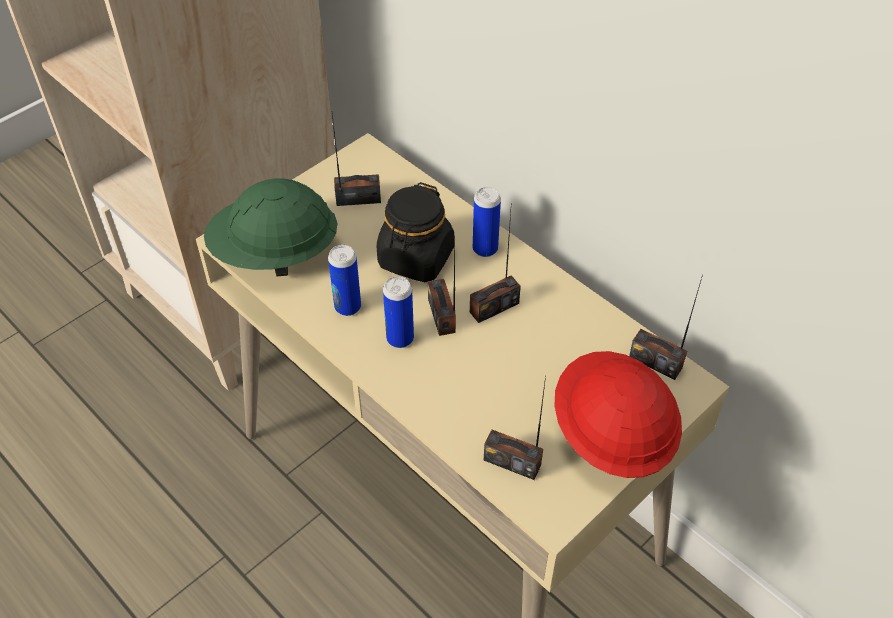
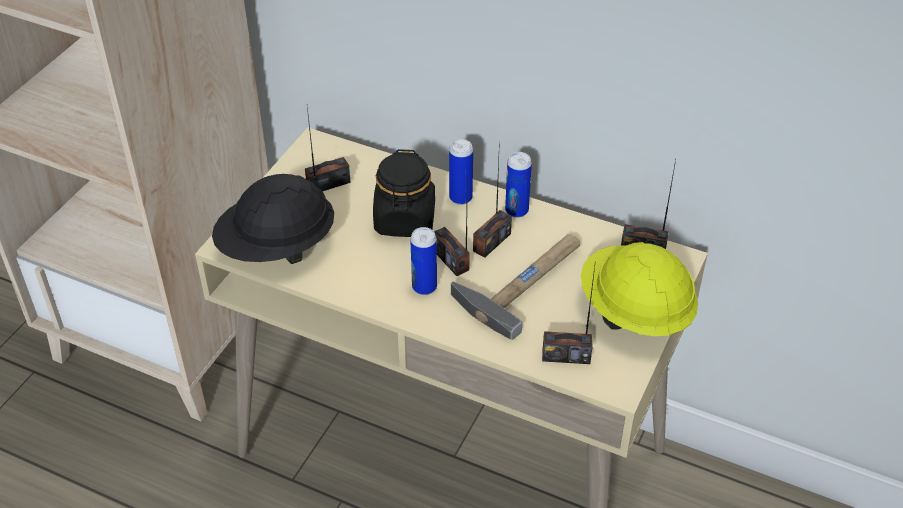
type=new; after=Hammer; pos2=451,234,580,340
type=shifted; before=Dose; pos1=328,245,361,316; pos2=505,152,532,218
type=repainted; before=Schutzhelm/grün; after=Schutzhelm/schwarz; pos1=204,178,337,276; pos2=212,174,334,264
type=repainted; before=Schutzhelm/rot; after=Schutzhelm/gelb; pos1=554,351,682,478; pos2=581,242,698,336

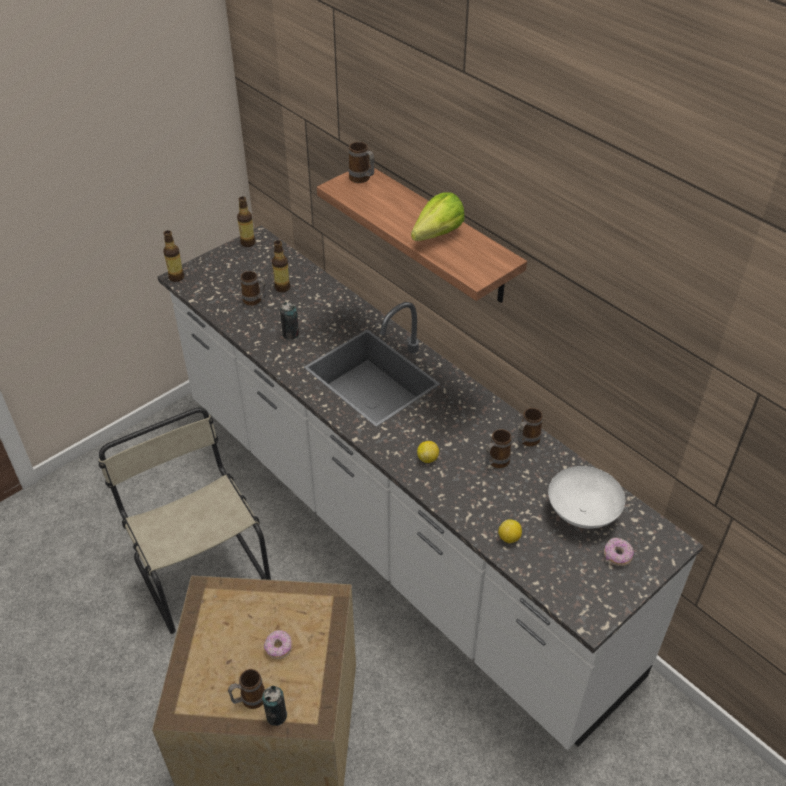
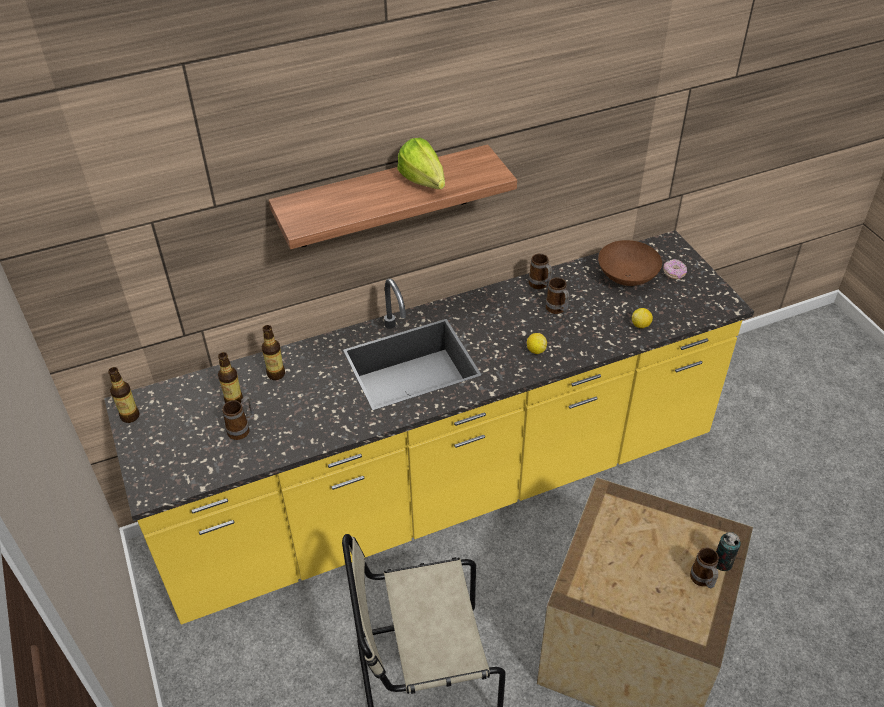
type=gone; before=Donut; pos1=264,630,293,659
type=gone; before=Dose; pos1=280,302,299,340
type=gone; before=Henkelbecher; pos1=348,142,374,183
type=shifted; before=Flasche; pos1=163,230,184,282; pos2=262,325,285,380
type=repainted; before=Küchenzeile/weiß; after=Küchenzeile/gelb; pos1=157,225,703,750; pos2=104,230,754,625
type=repainted; before=Schüssel/weiß; after=Schüssel/braun; pos1=548,466,625,529; pos2=598,240,662,286

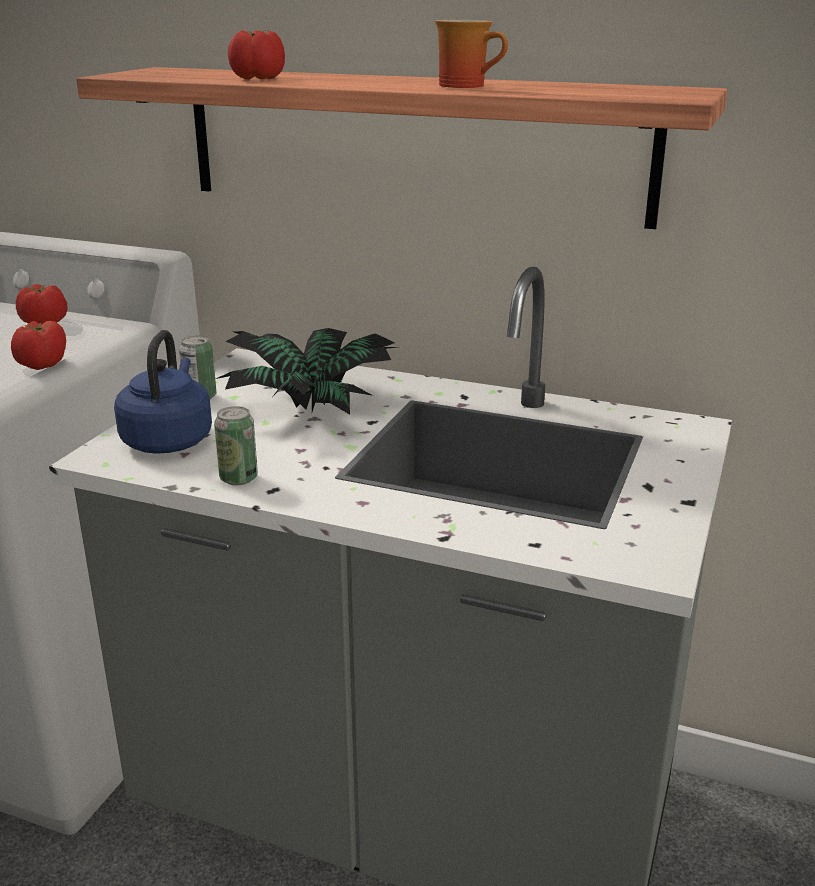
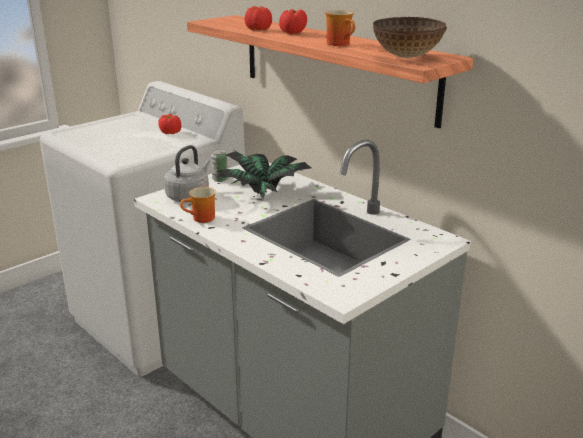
type=new; after=Schüssel; pos2=373,17,447,58
type=shifted; before=Tomate; pos1=11,321,66,370; pos2=279,9,307,34
type=swapped; before=Dose; after=Henkelbecher; pos1=214,406,258,485; pos2=180,187,216,223
type=repainted; before=Wasserkessel/blau; after=Wasserkessel/grau; pos1=114,330,212,454; pos2=164,145,210,202

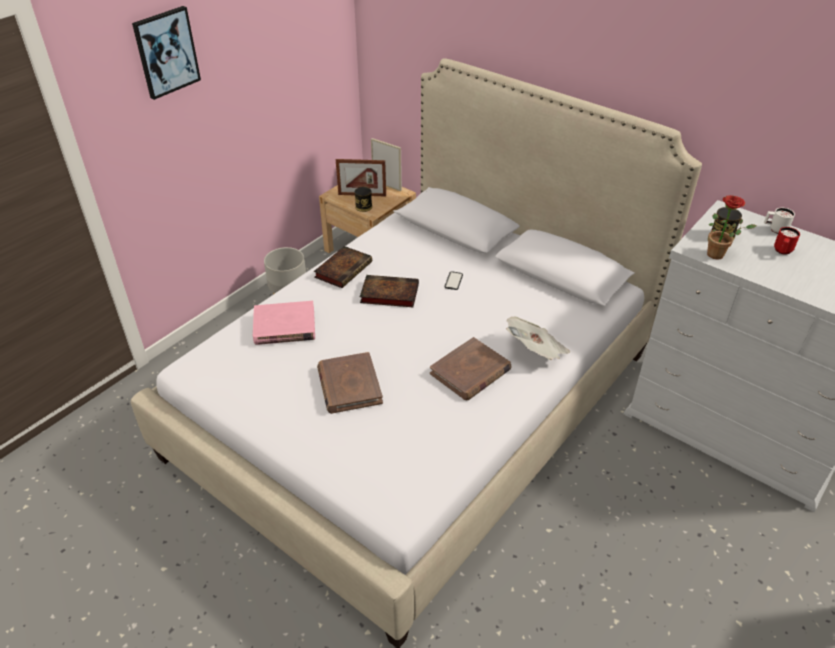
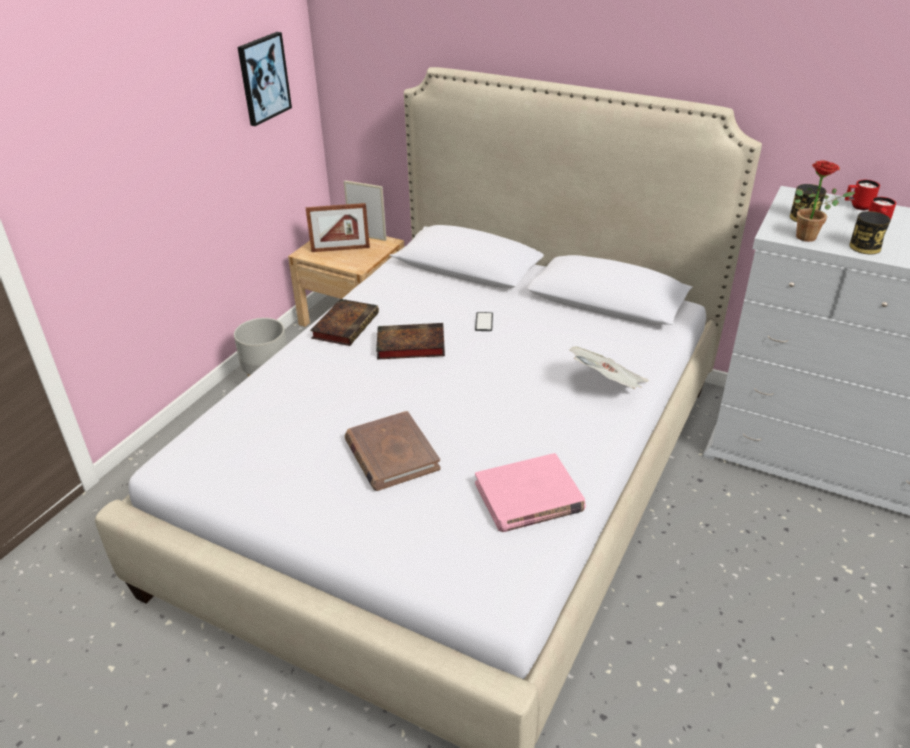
type=gone; before=Buch/braun; pos1=430,337,512,400
type=shifted; before=Bild; pos1=132,6,201,100; pos2=238,32,292,126
type=shifted; before=Buch/rosa; pos1=253,301,315,345; pos2=475,453,586,532
type=shifted; before=Dose; pos1=355,187,372,212; pos2=849,211,891,254
type=repainted; before=Henkelbecher/weiß; after=Henkelbecher/rot; pos1=764,208,795,234; pos2=845,180,880,210

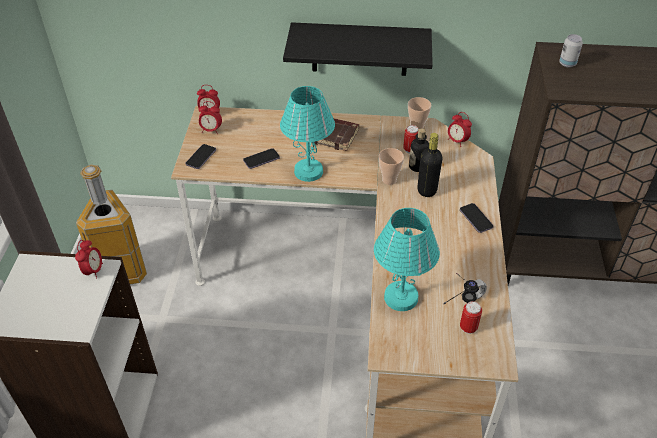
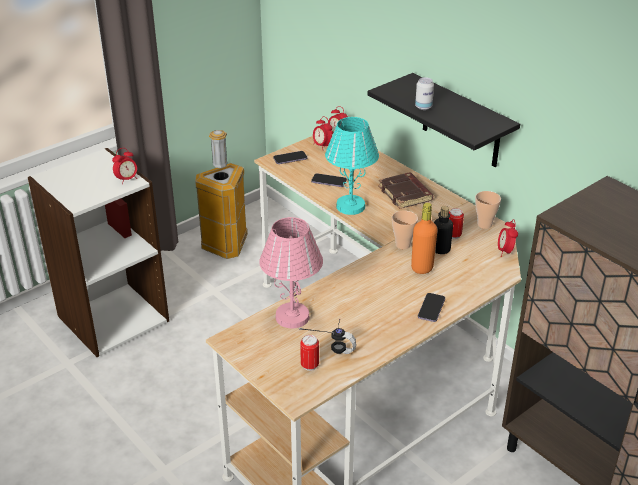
type=shifted; before=Dose; pos1=559,34,583,67; pos2=415,77,434,110
type=repainted; before=Tischlampe/türkis; after=Tischlampe/rosa; pos1=374,208,440,311; pos2=259,217,323,328
type=repainted; before=Flasche/schwarz; after=Flasche/orange; pos1=417,133,442,197; pos2=411,203,437,274

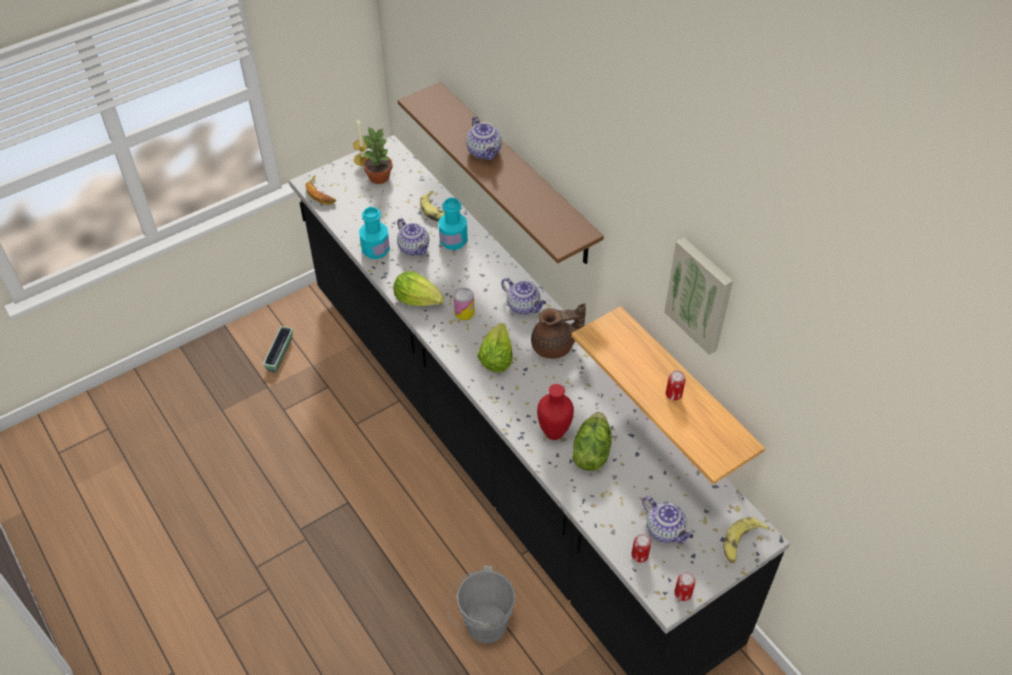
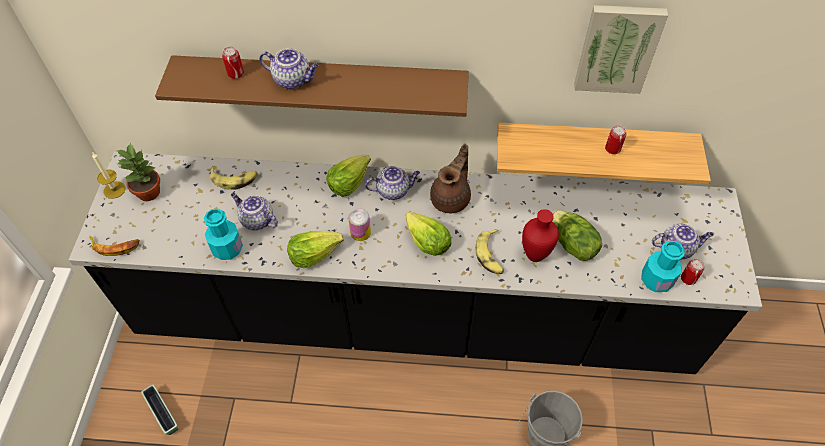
type=new; after=Salatkopf; pos2=326,155,371,197
type=shifted; before=Flasche/türkis; pos1=438,198,468,250; pos2=641,241,685,292
type=shifted; before=Dose; pos1=674,572,695,601; pos2=222,47,244,79
type=shifted; before=Banane; pos1=723,517,770,563; pos2=476,229,504,274
type=rotated; before=Teekanne; pos1=397,218,429,256; pos2=231,193,278,230; turn=-150

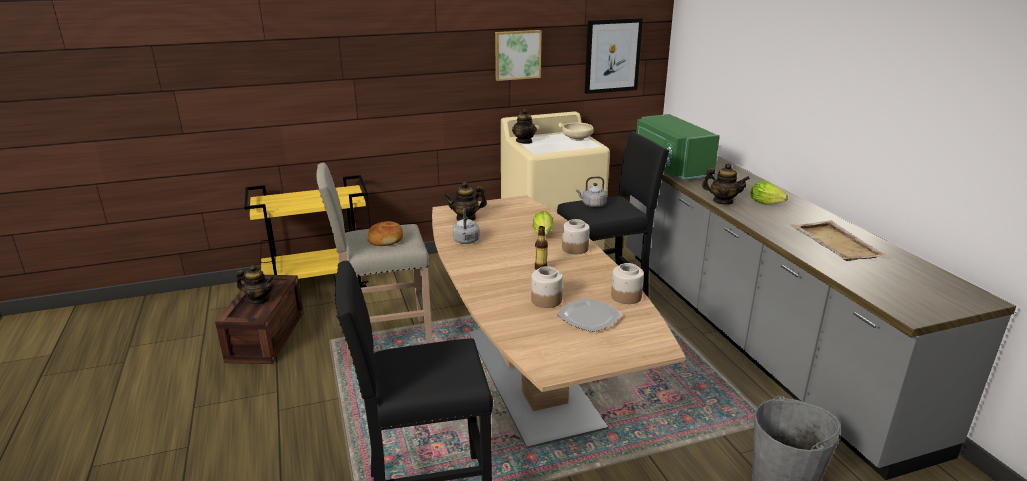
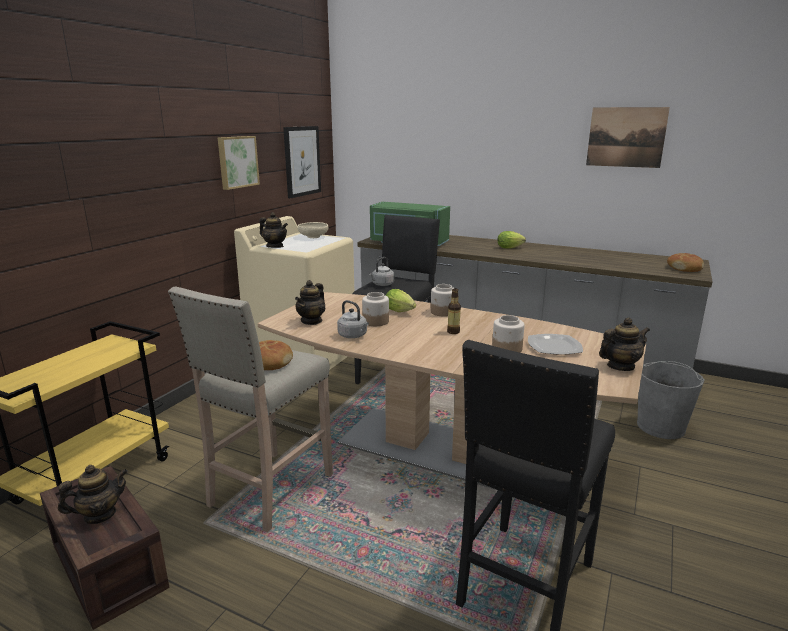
type=gone; before=Tablett/beige; pos1=791,220,889,261
type=new; after=Bild; pos2=586,107,670,168
type=new; after=Brot; pos2=667,253,704,272
type=shifted; before=Vorratsglas; pos1=611,263,644,304; pos2=362,292,389,326
type=shifted; before=Teekanne; pos1=702,163,750,205; pos2=599,317,650,371

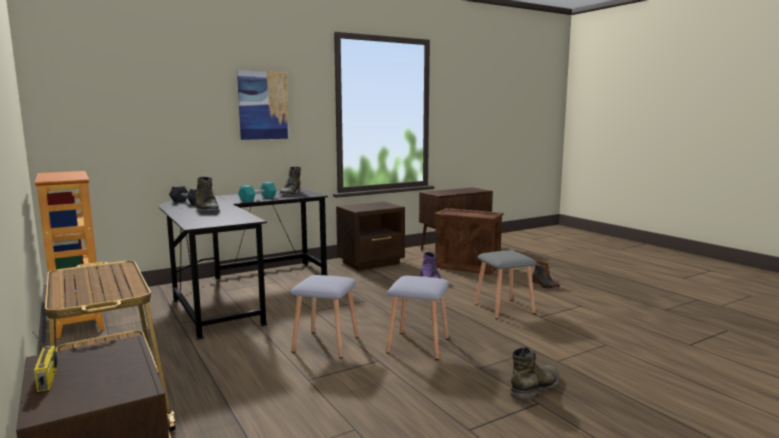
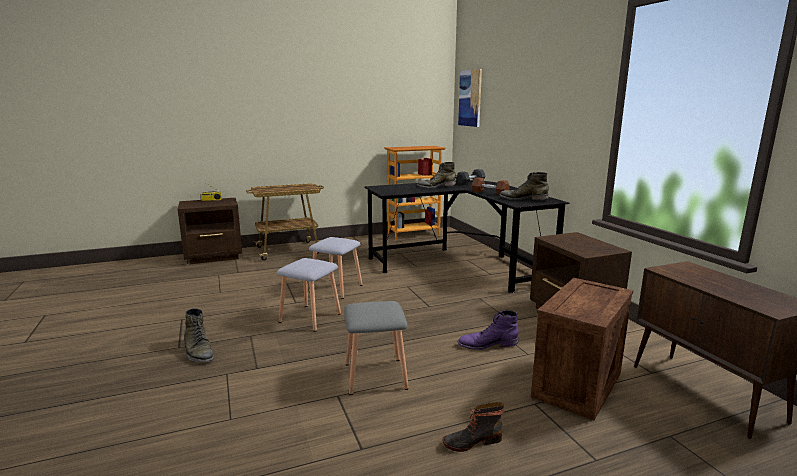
type=shifted; before=Bild; pos1=237,71,289,140; pos2=458,69,482,127
type=repainted; before=Hantel/türkis; after=Hantel/braun; pos1=238,182,277,202; pos2=472,177,510,195

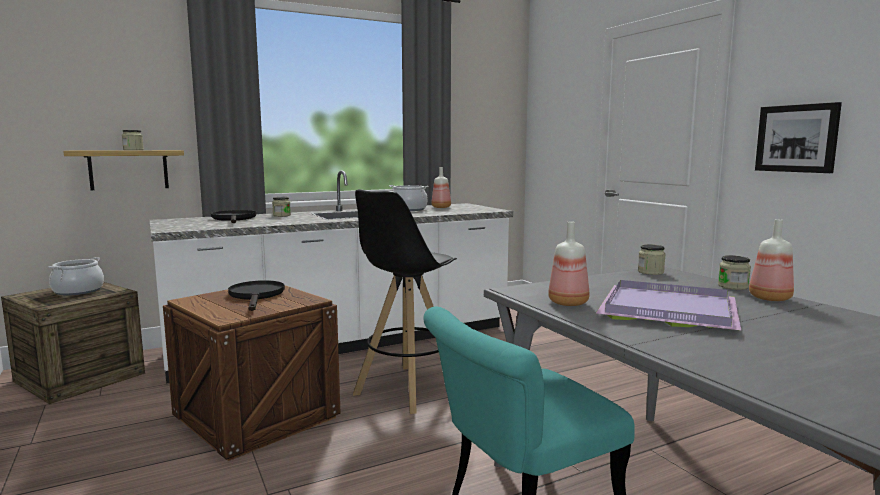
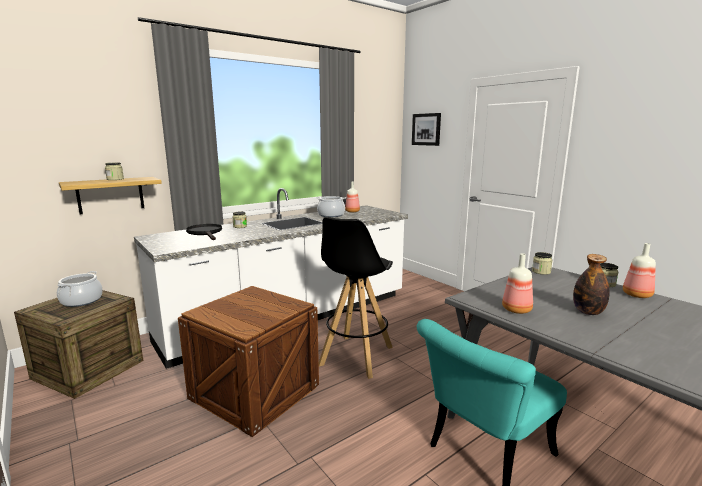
type=gone; before=Pfanne/schwarz; pos1=228,280,285,311
type=shifted; before=Bild; pos1=755,102,842,173; pos2=412,113,441,146
type=swapped; before=Tablett/lila; after=Flasche; pos1=596,280,741,330; pos2=573,254,610,315

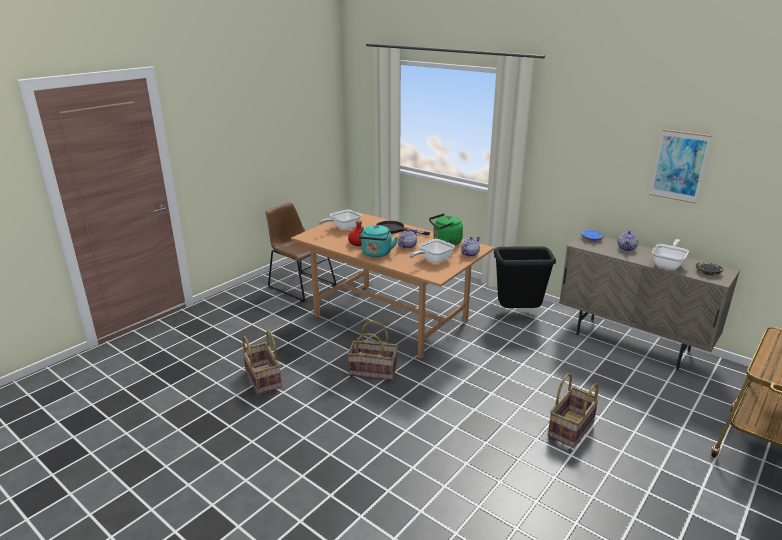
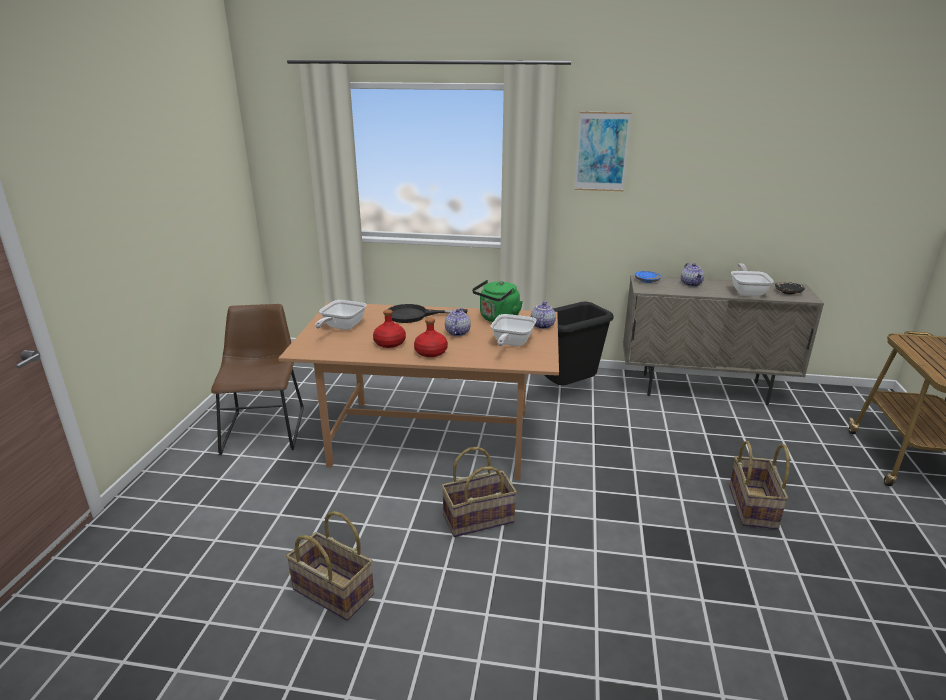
type=shifted; before=Bild; pos1=650,129,712,203; pos2=574,112,631,191
type=swapped; before=Wasserkessel/türkis; after=Flasche/rot; pos1=358,225,398,257; pos2=414,318,448,357
type=rotated; before=Stuhl/braun; pos1=265,202,336,302; pos2=211,304,304,455; turn=75

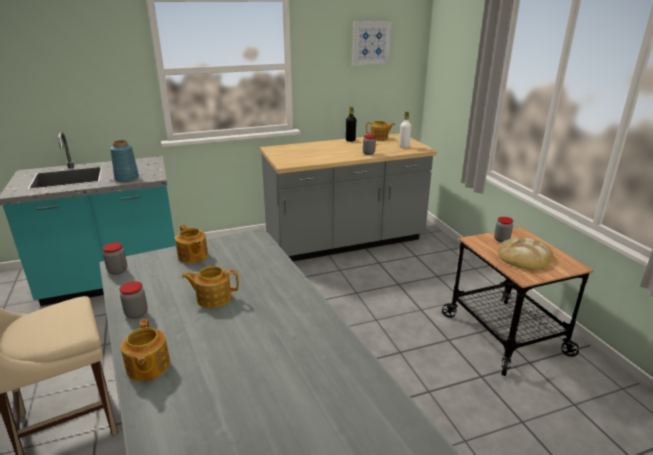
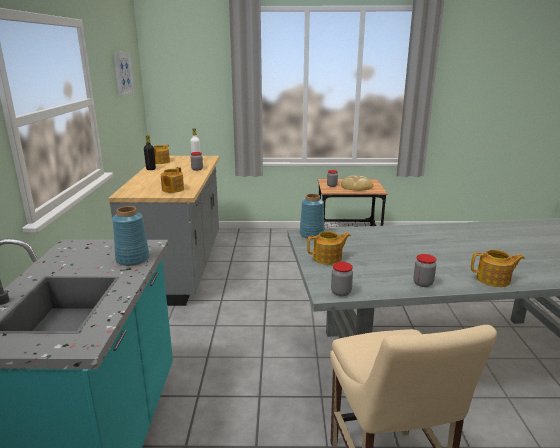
type=new; after=Vase/blau; pos2=299,194,325,239
type=shifted; before=Teekanne; pos1=182,266,239,308; pos2=161,167,184,193

